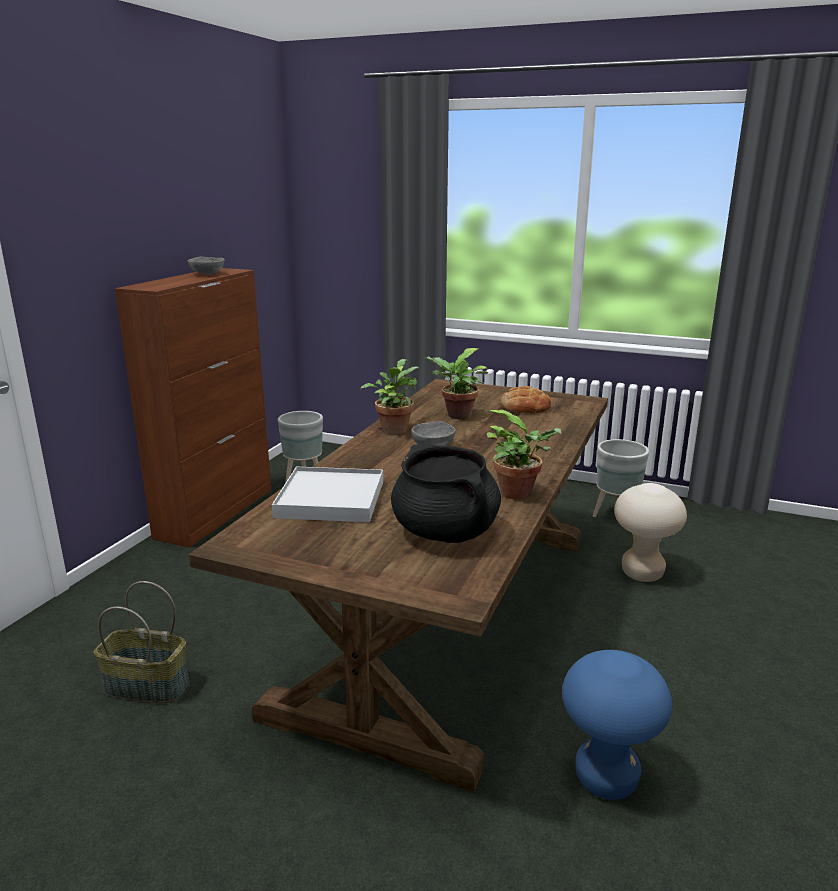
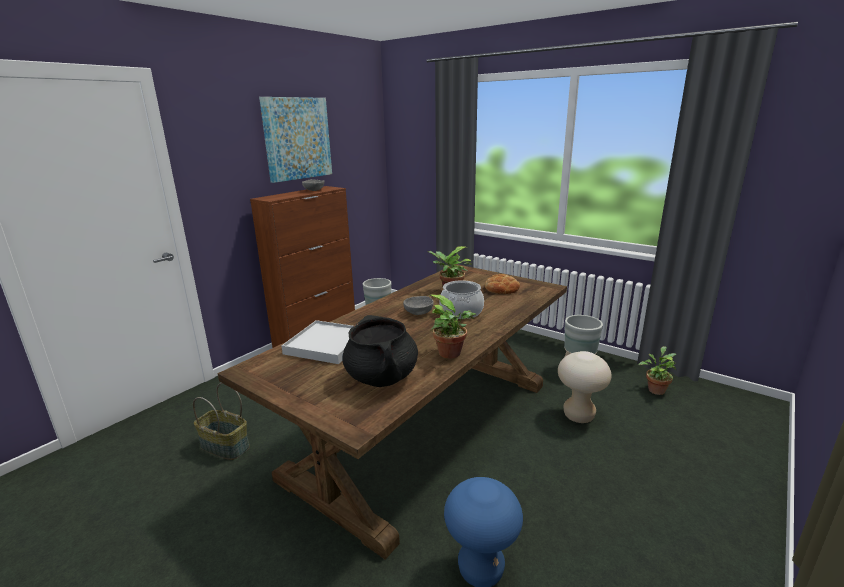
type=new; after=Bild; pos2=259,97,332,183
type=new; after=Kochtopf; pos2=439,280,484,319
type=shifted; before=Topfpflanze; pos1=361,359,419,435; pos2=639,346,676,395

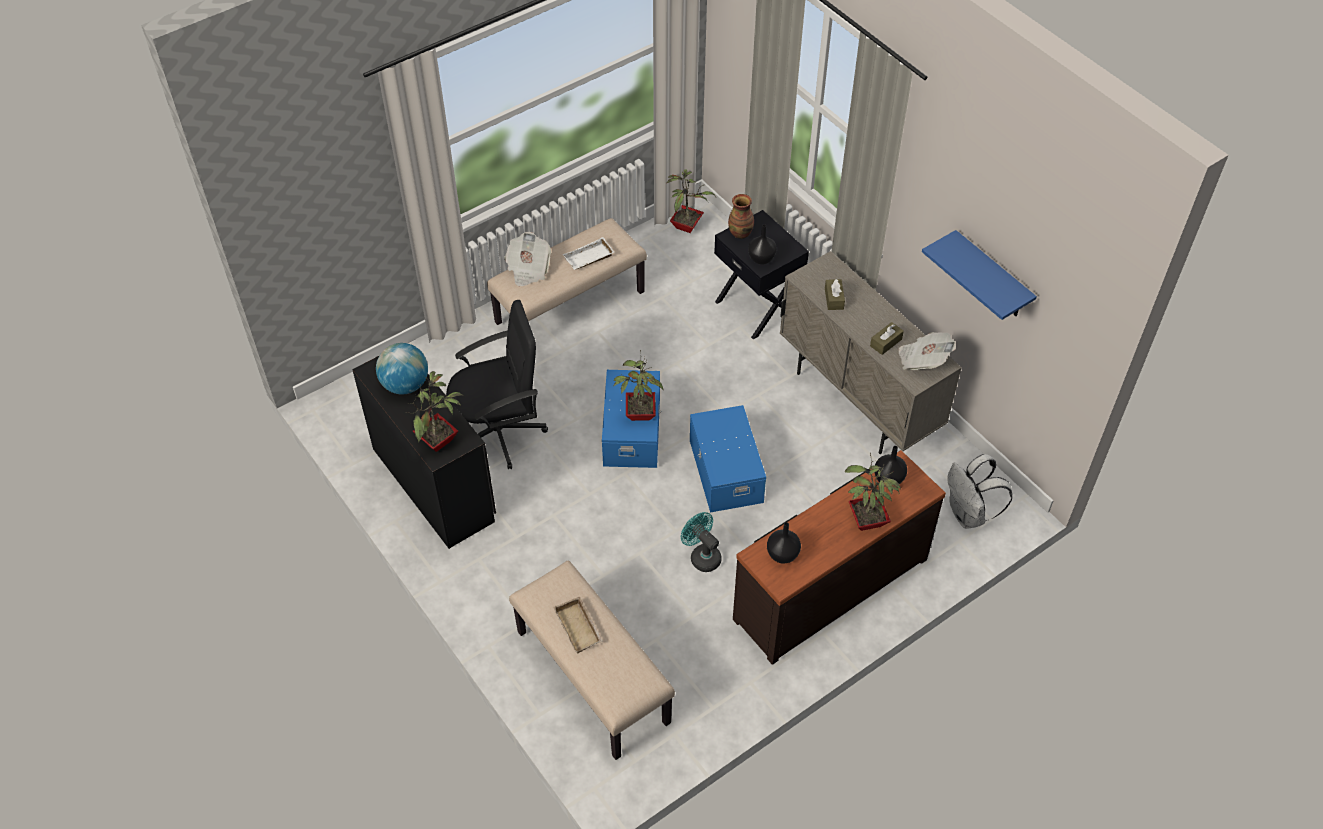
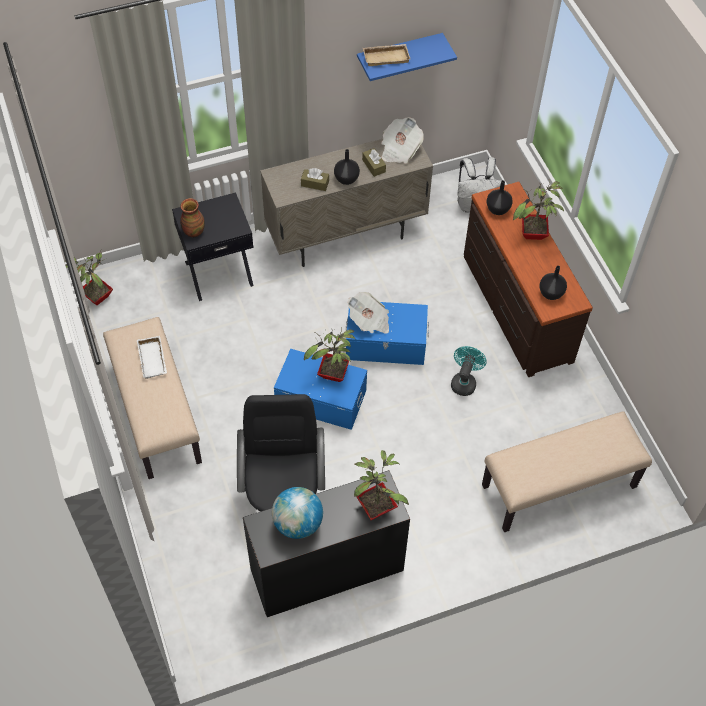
type=shifted; before=Zeitung; pos1=505,232,551,287; pos2=348,292,389,334
type=shifted; before=Tablett/beige; pos1=553,596,603,653; pos2=363,44,410,66
type=shifted; before=Vase/schwarz; pos1=748,224,777,265; pos2=334,149,360,185
type=rotated; before=Ventilator/türkis; pos1=681,512,722,572; pos2=451,346,487,396; turn=135

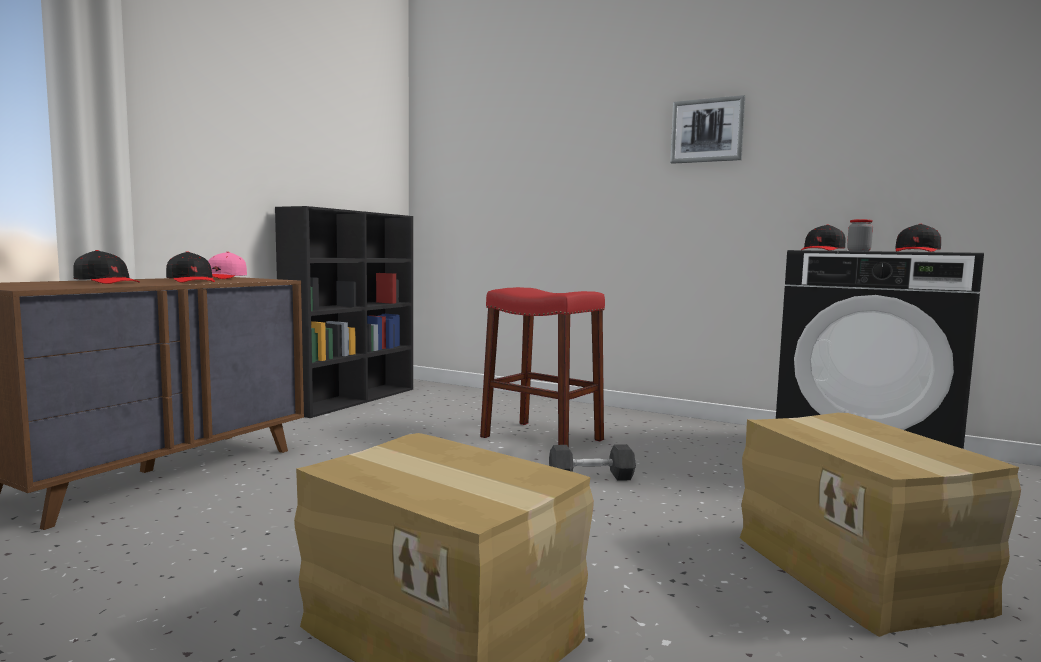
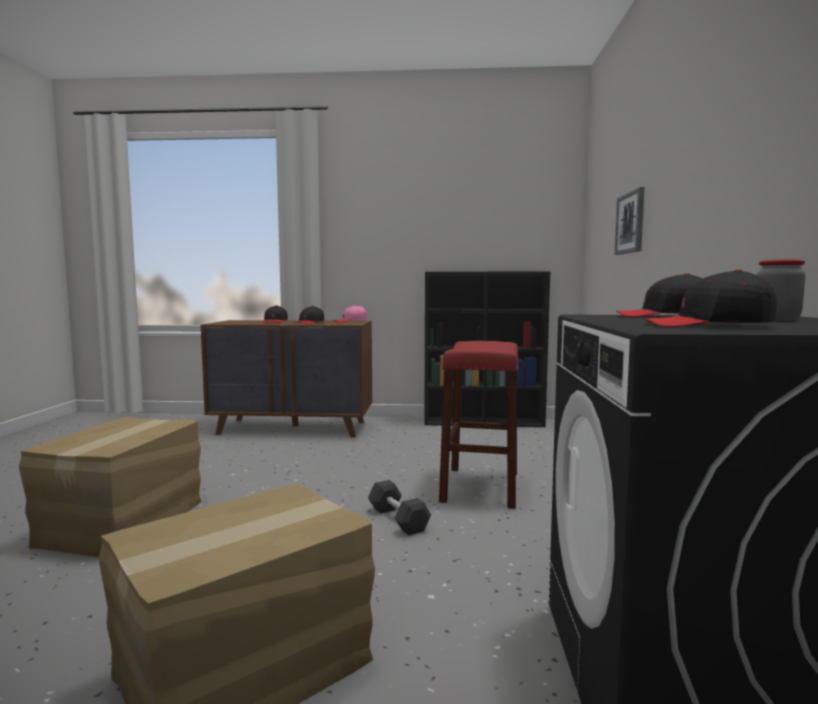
type=shifted; before=Bild; pos1=670,95,746,164; pos2=614,187,645,255

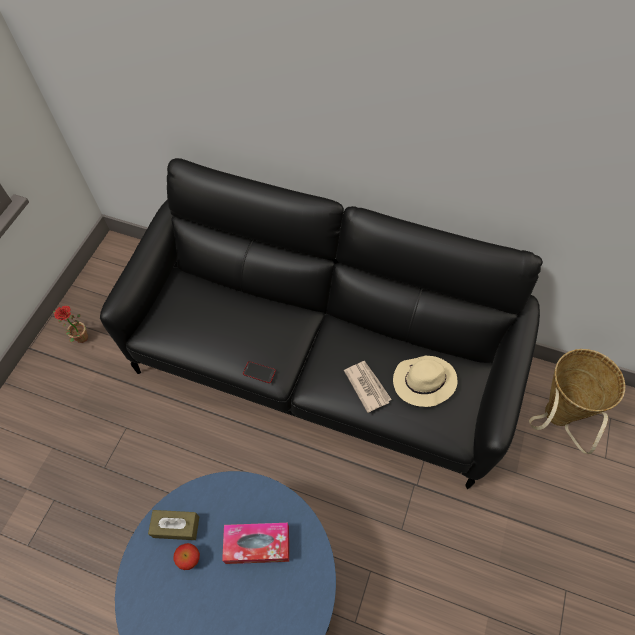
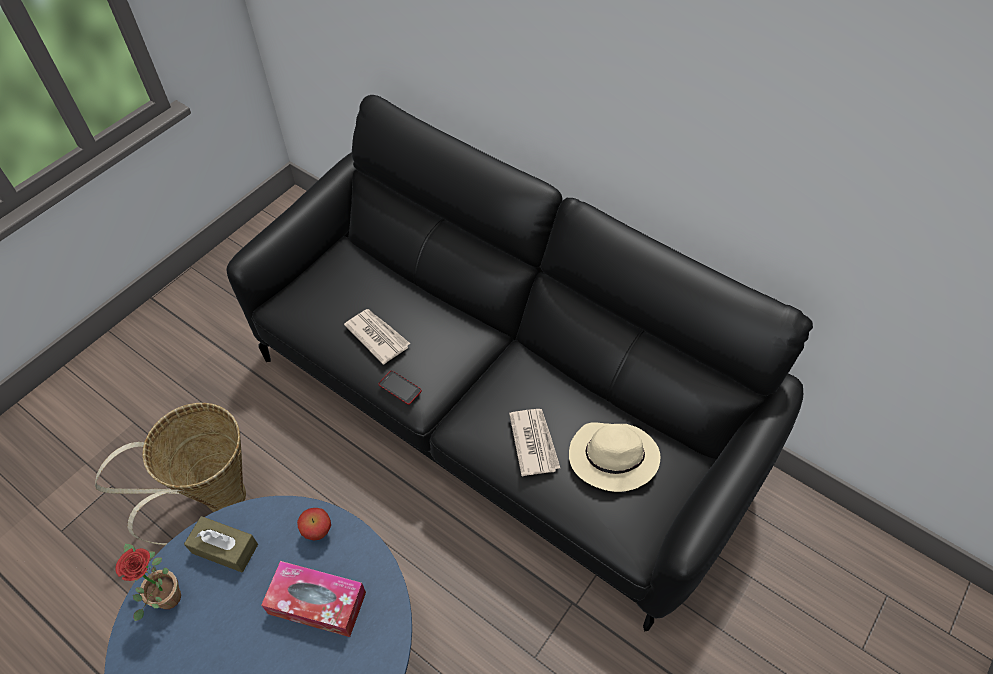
type=new; after=Zeitung; pos2=344,309,410,365
type=shifted; before=Topfpflanze; pos1=53,306,88,343; pos2=116,544,181,621
type=shifted; before=Apfel; pos1=173,543,200,570; pos2=297,508,331,540
type=shifted; before=Korb; pos1=529,349,625,454; pos2=95,403,246,545

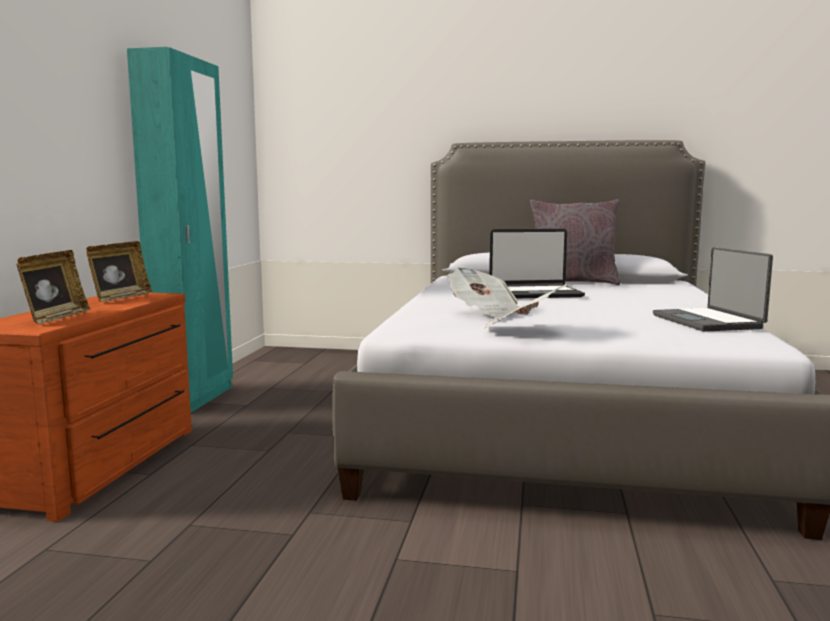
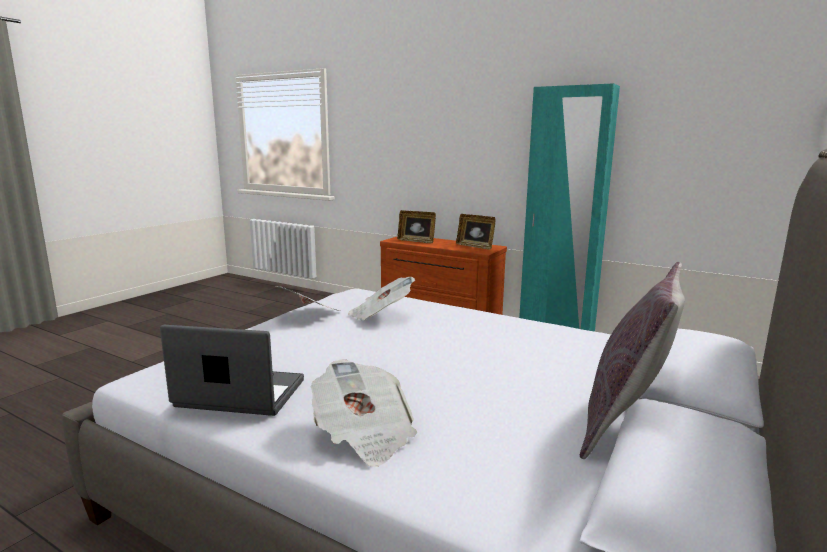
type=gone; before=Laptop; pos1=489,229,585,298
type=new; after=Zeitung; pos2=311,359,417,467

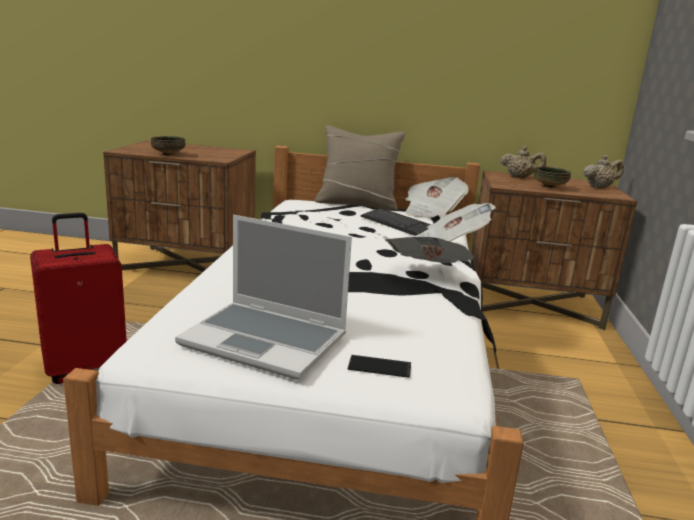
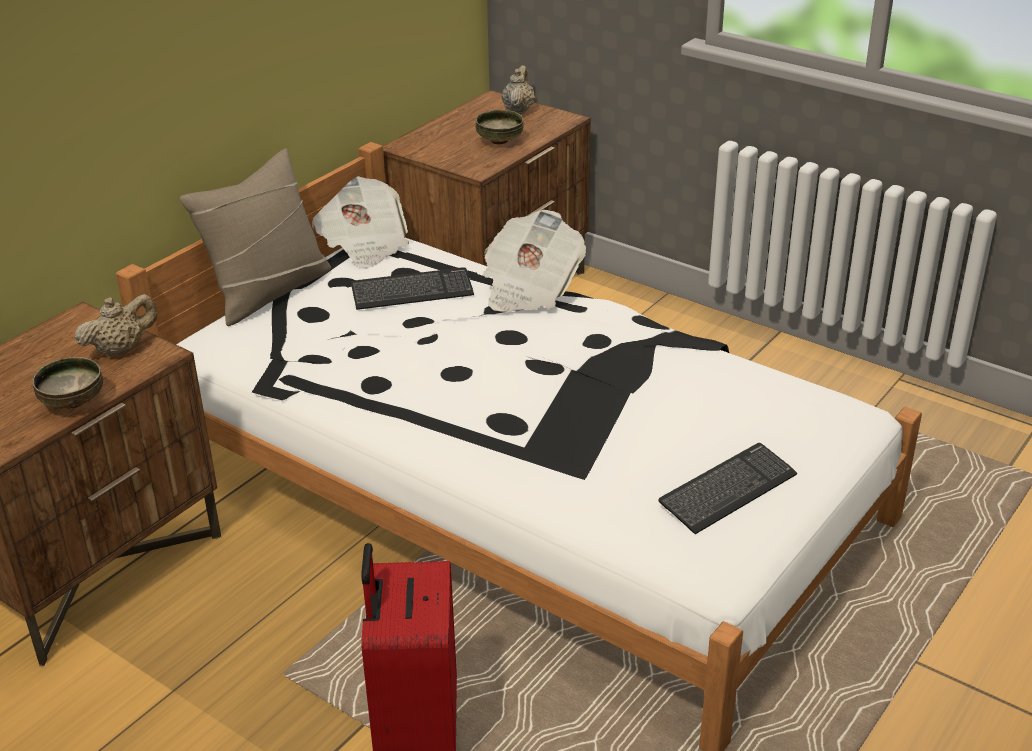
type=gone; before=Handy; pos1=347,355,411,378
type=gone; before=Zeitung; pos1=385,237,476,263
type=shifted; before=Teekanne/beige; pos1=501,146,546,178; pos2=75,294,158,357
type=swapped; before=Laptop; after=Tastatur; pos1=175,215,352,380; pos2=658,443,797,534

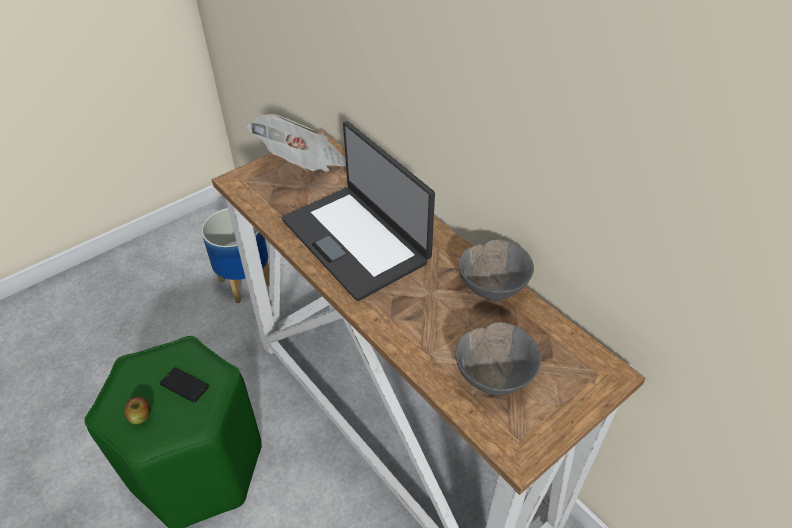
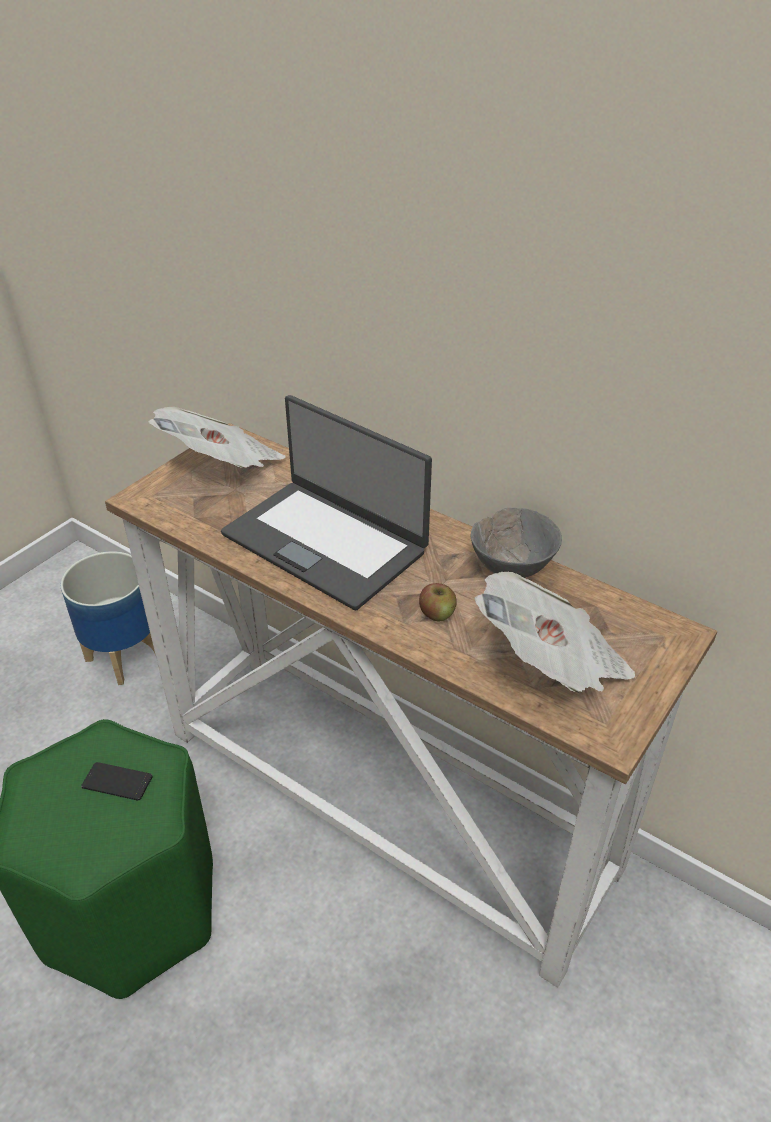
type=shifted; before=Apfel; pos1=124,397,150,424; pos2=419,583,457,622
type=swapped; before=Schüssel/grau; after=Zeitung; pos1=456,322,542,395; pos2=474,572,635,693

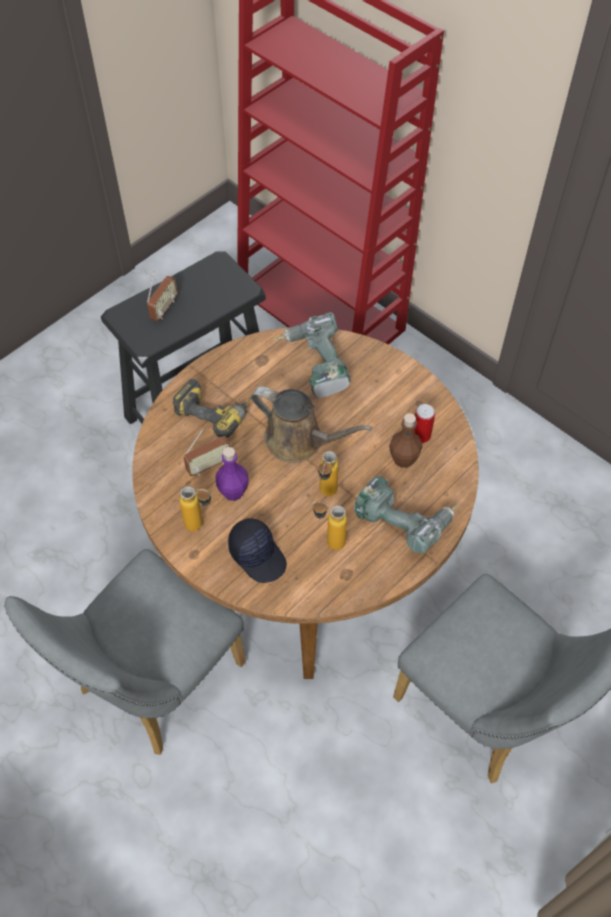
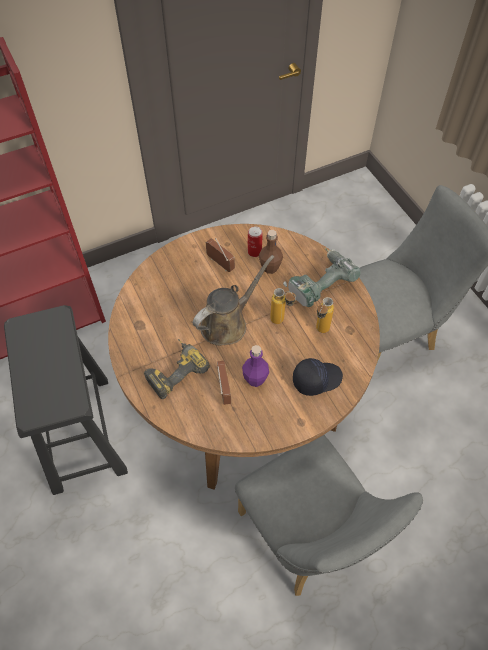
type=gone; before=Flasche; pos1=180,486,212,531
type=gone; before=Bohrmaschine; pos1=273,312,351,398
type=shifted; before=Radio; pos1=147,271,177,321; pos2=206,238,235,272

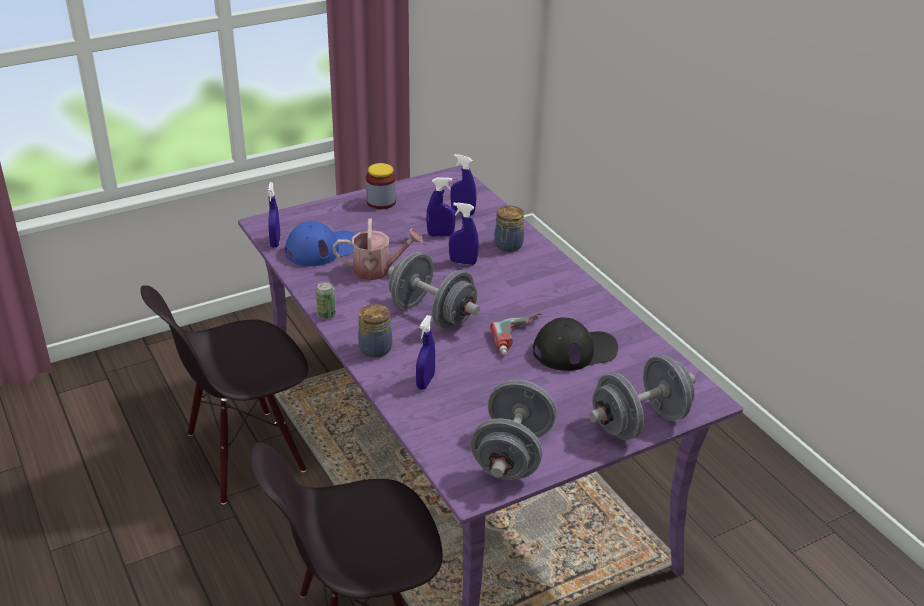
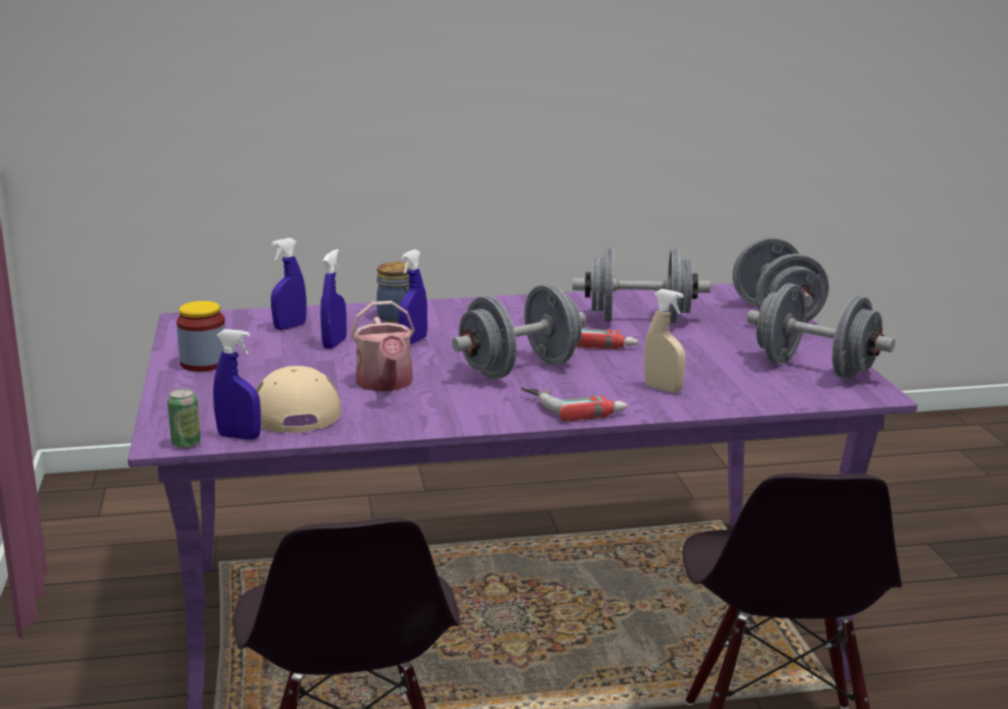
type=shifted; before=Dose; pos1=316,282,336,319; pos2=167,389,201,448
type=swapped; before=Vorratsglas; after=Bohrmaschine; pos1=358,304,392,358; pos2=521,387,628,422
type=swapped; before=Kappe/schwarz; after=Hantel/grau; pos1=533,317,618,371; pos2=572,248,711,323
type=repainted; before=Kappe/blau; after=Kappe/beige; pos1=285,221,356,266; pos2=256,366,341,433
type=repainted; before=Sprühflasche/blau; after=Sprühflasche/beige; pos1=416,315,435,390; pos2=644,289,685,393
type=rotated; before=Gießkanne; pos1=333,218,423,281; pos2=351,301,415,392; turn=150

